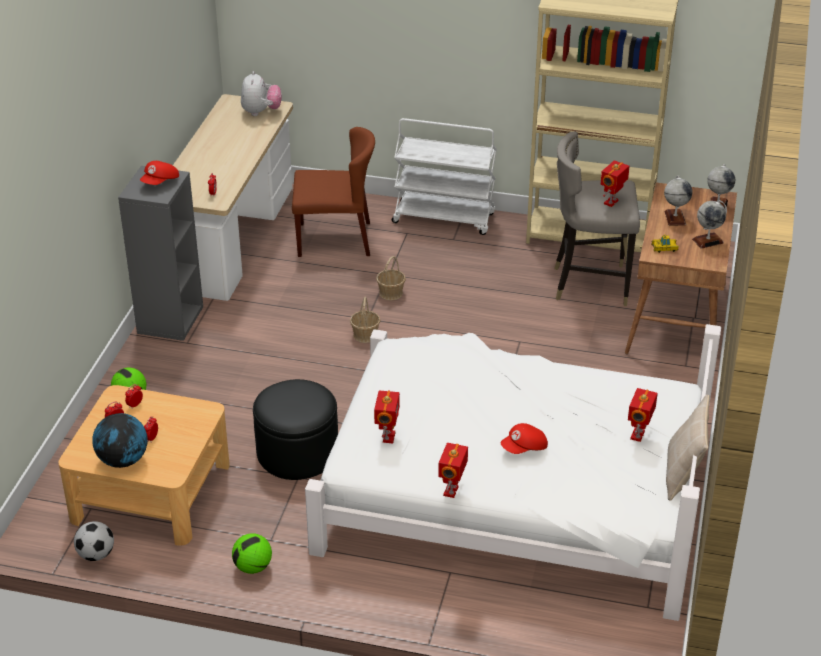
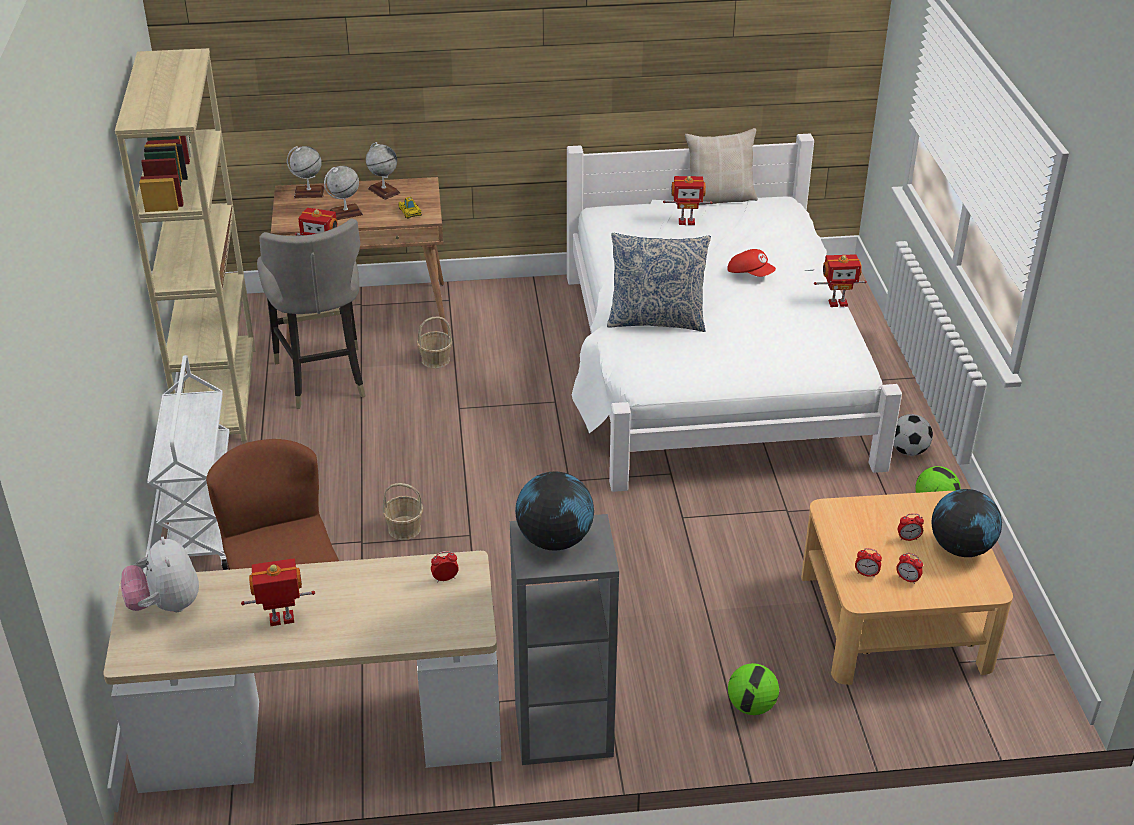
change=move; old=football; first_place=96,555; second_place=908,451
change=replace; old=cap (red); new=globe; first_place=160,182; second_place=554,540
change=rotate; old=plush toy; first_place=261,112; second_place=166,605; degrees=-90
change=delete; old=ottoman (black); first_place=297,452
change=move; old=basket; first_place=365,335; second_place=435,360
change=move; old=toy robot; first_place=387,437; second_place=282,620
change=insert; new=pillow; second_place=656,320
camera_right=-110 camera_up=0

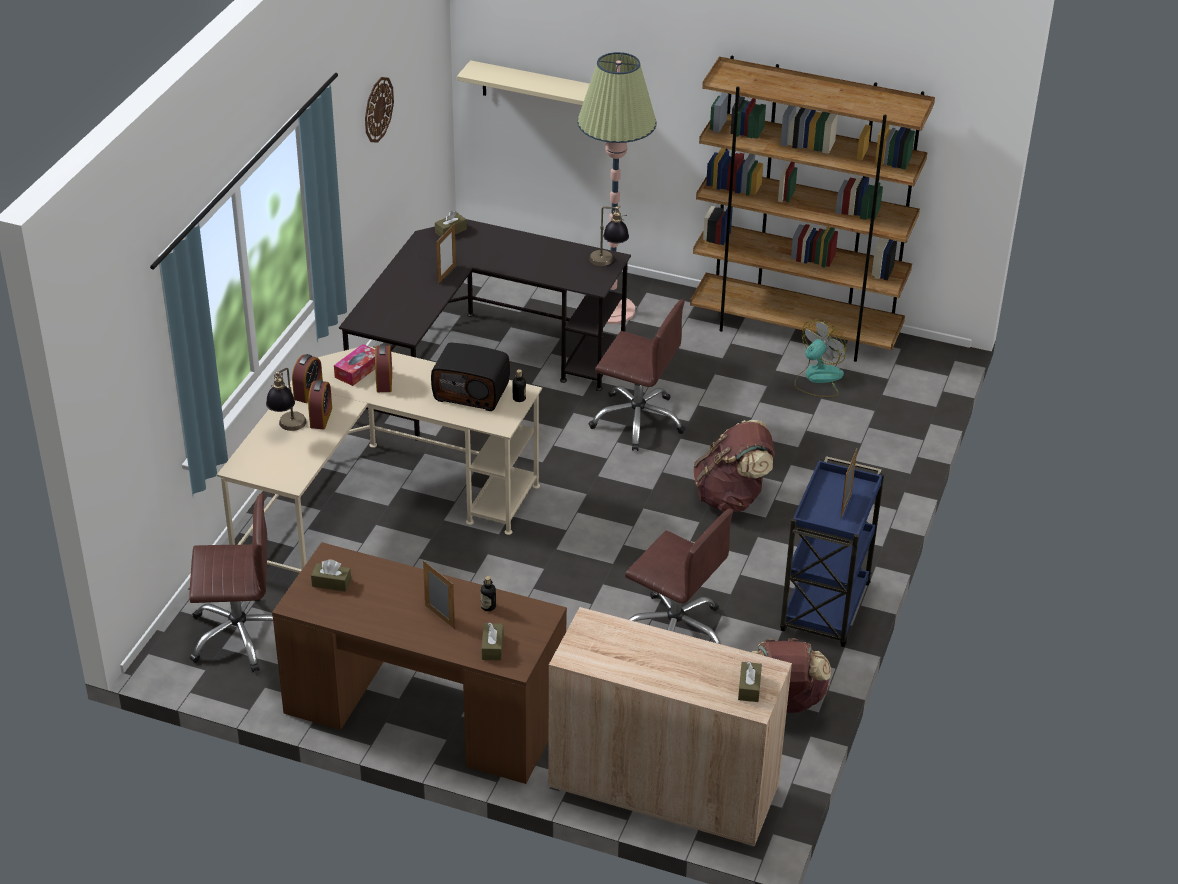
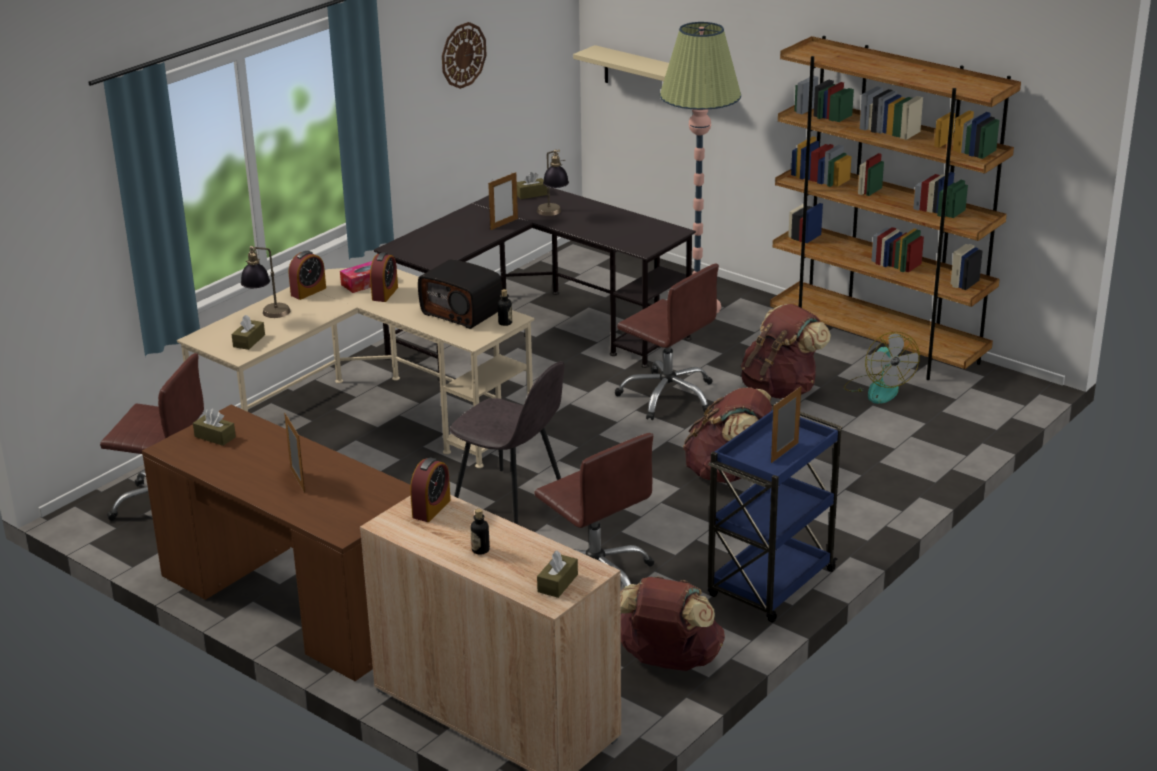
change=move; old=alarm clock; first_place=321,418; second_place=431,508
change=move; old=bottle; first_place=488,606; second_place=480,550
change=move; old=tissue box (brown); first_place=492,647; second_place=249,341
change=move; old=table lamp; first_place=608,263; second_place=552,214
change=rotate; old=fan; first_place=818,379; second_place=878,389; degrees=105
change=insert; new=chair (grey); second_place=511,500
change=insert; new=backpack (brown); second_place=781,389
camera_right=20 camera_up=-10

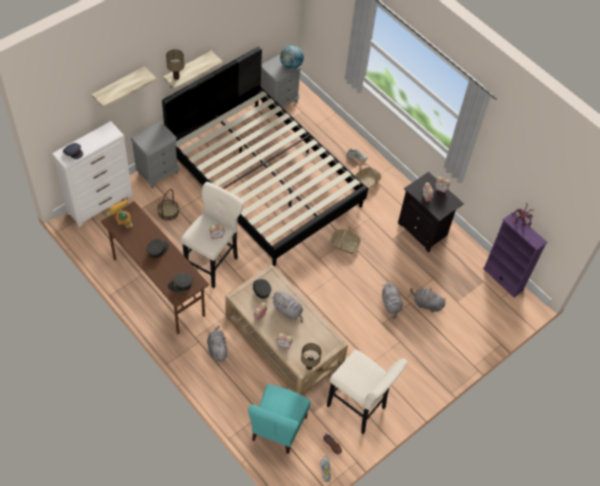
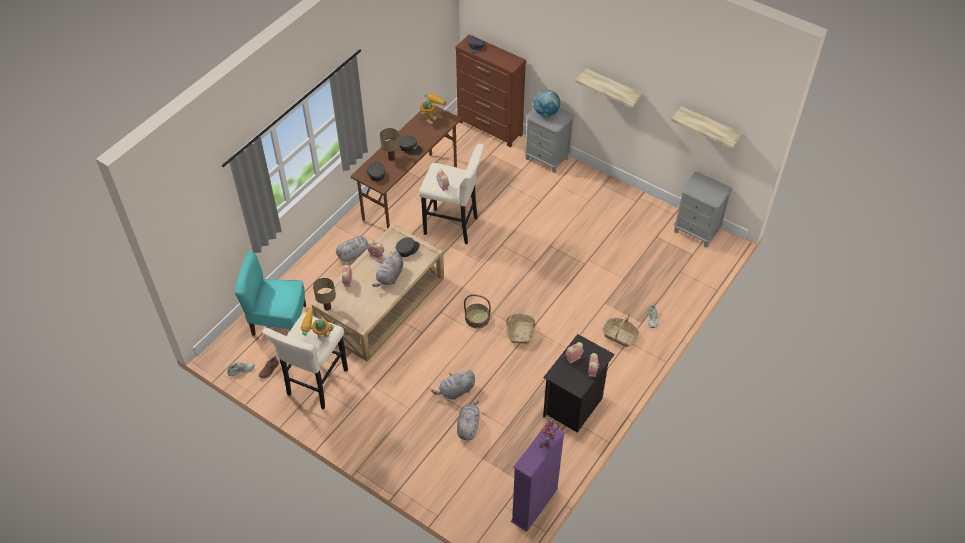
change=recolor; old=dresser (white); new=dresser (brown); first_place=100,204; second_place=490,128
change=move; old=shelf; first_place=119,87; second_place=710,128
change=move; old=basket; first_place=168,212; second_place=477,318
change=delete; old=bed (black); first_place=264,180
change=move; old=table lamp; first_place=176,77; second_place=391,158
change=move; old=globe; first_place=291,65; second_place=546,113
change=insert; new=toy robot; second_place=317,337
camera_right=80 camera_up=-5

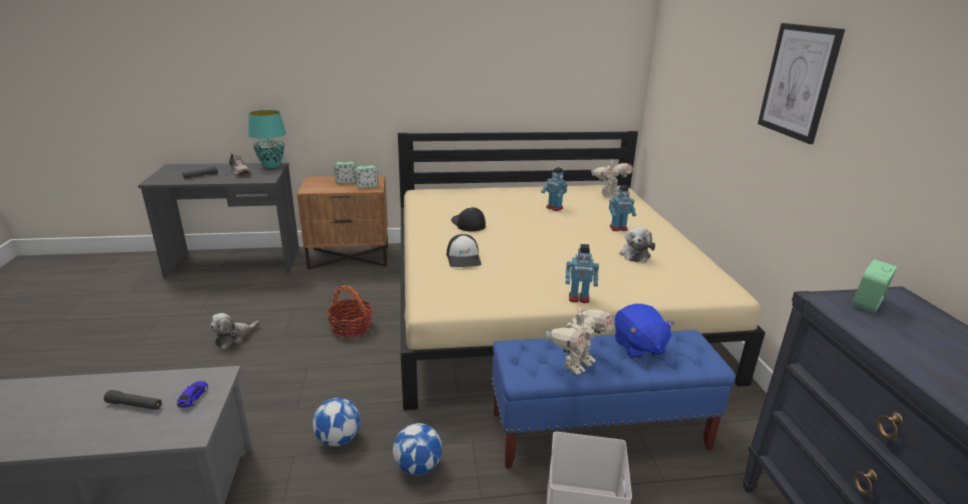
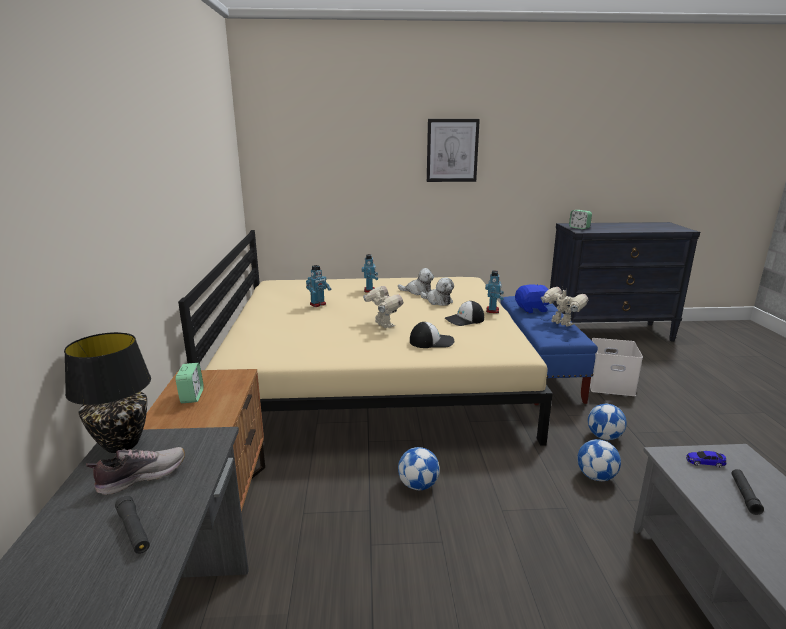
change=move; old=plush toy; first_place=235,338; second_place=437,301
change=recolor; old=table lamp (turquoise); new=table lamp (black); first_place=272,166; second_place=122,444
change=replace; old=basket; new=football; first_place=351,327; second_place=418,485
change=delete; old=alarm clock; first_place=367,186
change=move; old=cap; first_place=468,223; second_place=464,320
change=move; old=toy robot; first_place=609,194; second_place=383,325
camera_right=-85 camera_up=-5

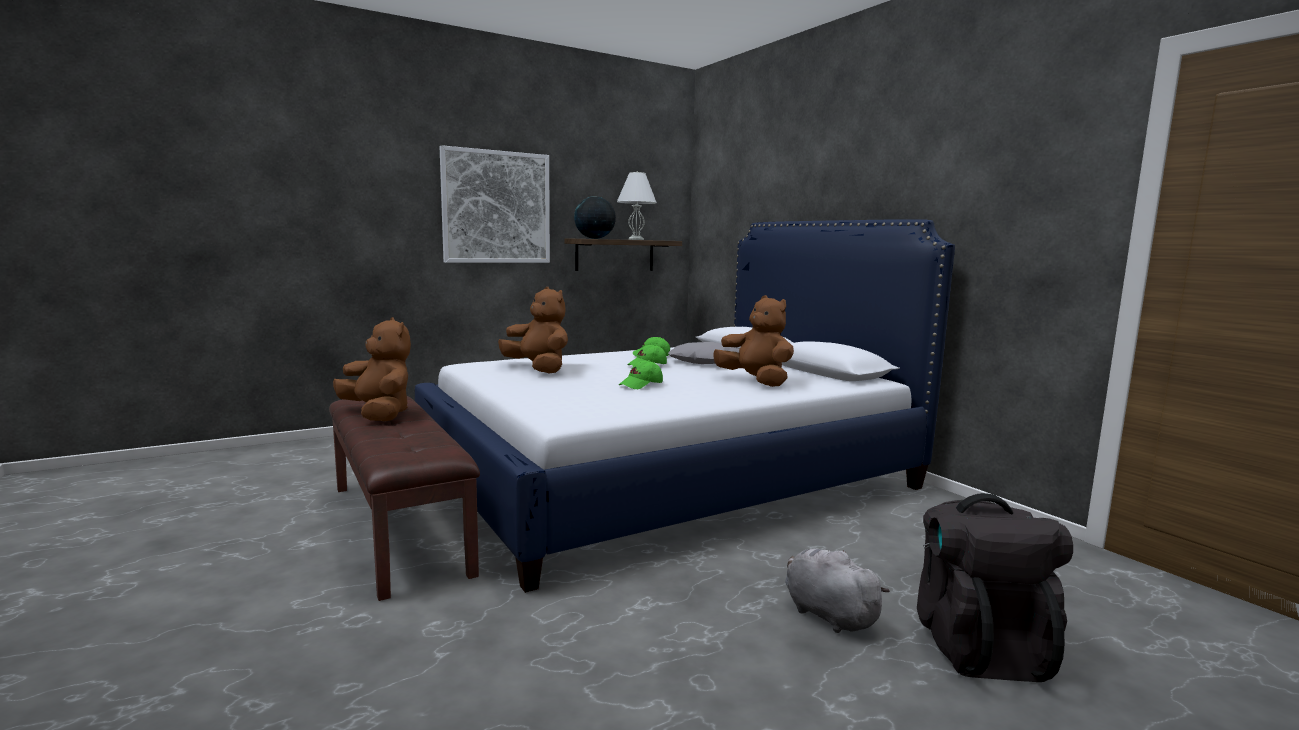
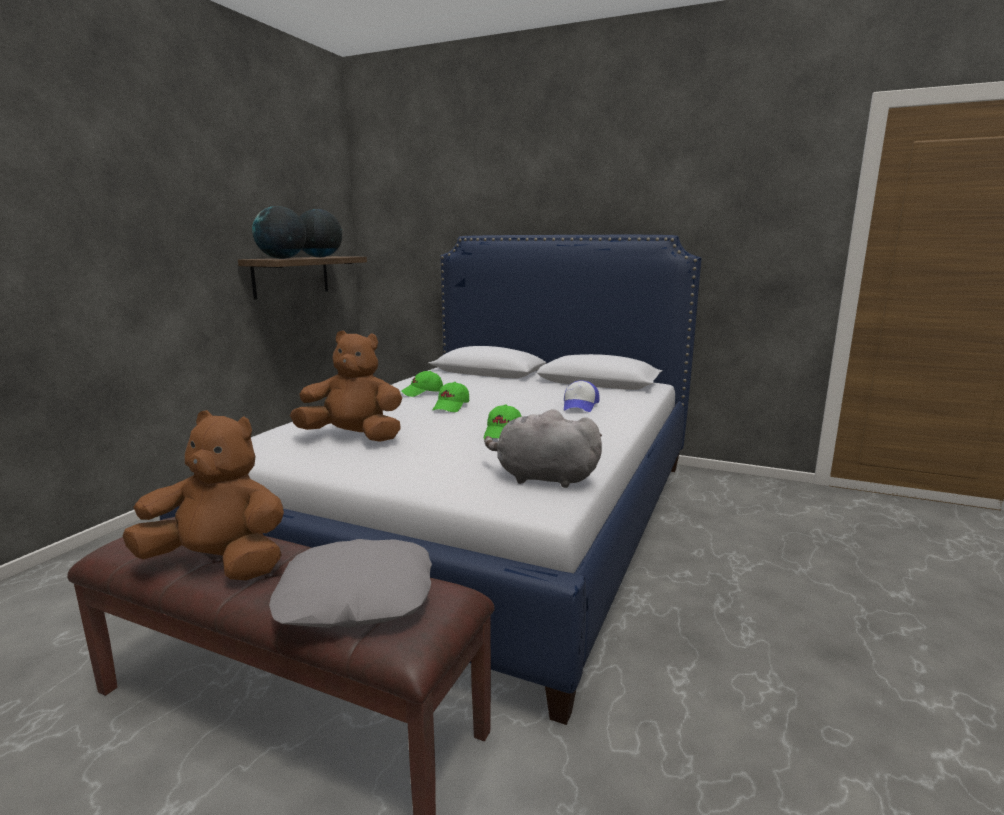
change=delete; old=picture; first_place=496,207
change=replace; old=table lamp (white); new=globe; first_place=635,239; second_place=320,257
change=move; old=pillow (grey); first_place=705,362; second_place=356,598
change=replace; old=plush toy (brown); new=cap; first_place=755,381; second_place=580,406
change=move; old=plush toy (grey); first_place=827,614; second_place=542,478
change=delete; old=backpack (black); first_place=978,645
camera_right=-35 camera_up=5

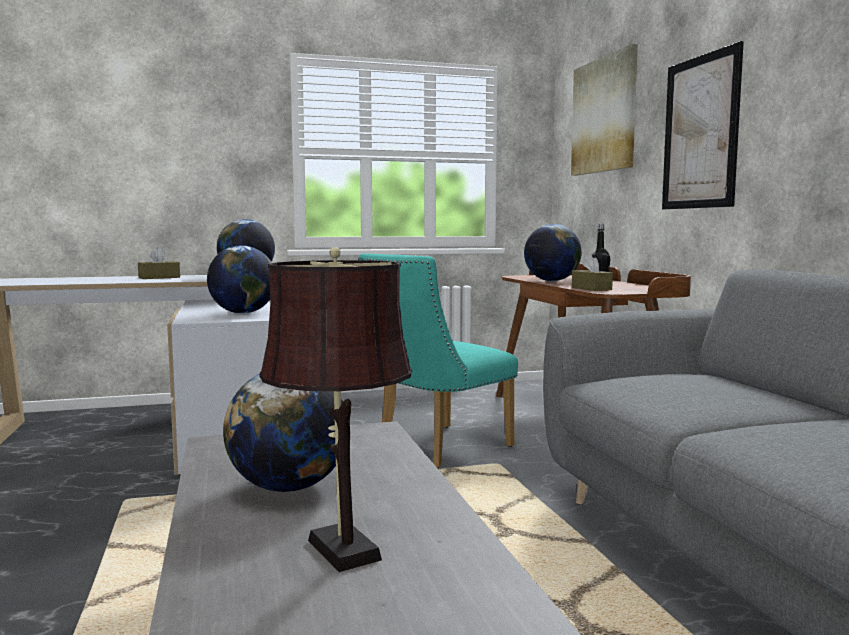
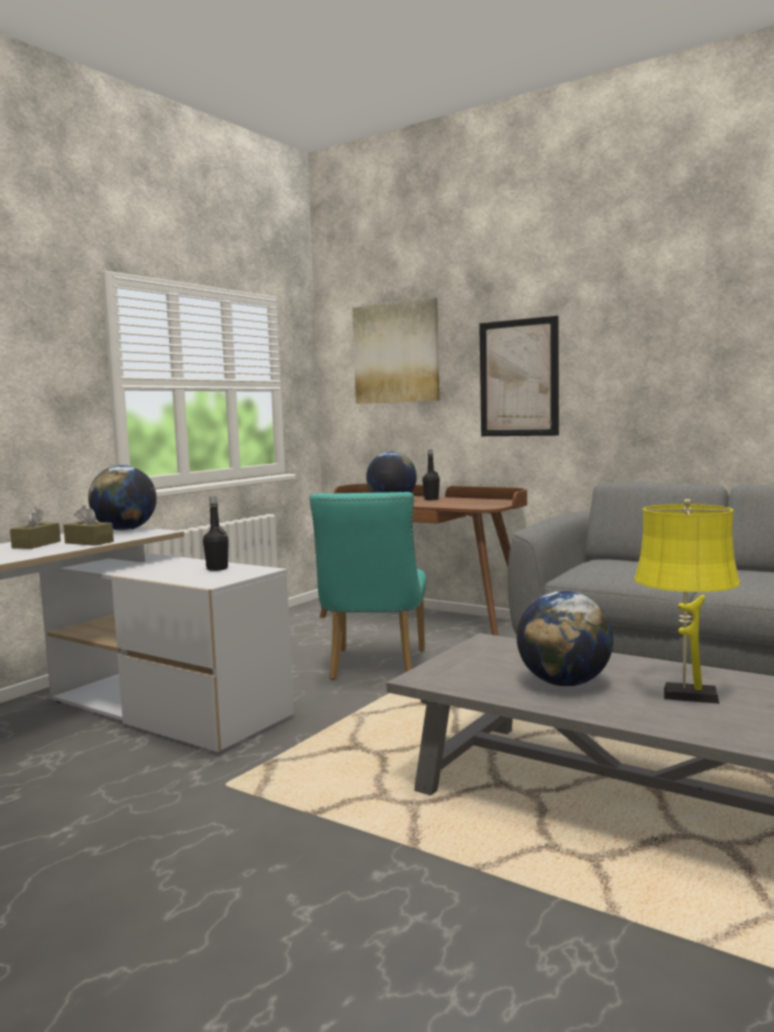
change=replace; old=globe; new=bottle (black); first_place=243,313; second_place=217,569
change=recolor; old=table lamp (brown); new=table lamp (yellow); first_place=340,546; second_place=684,695
change=move; old=tissue box (brown); first_place=591,288; second_place=89,542
camera_right=-40 camera_up=0

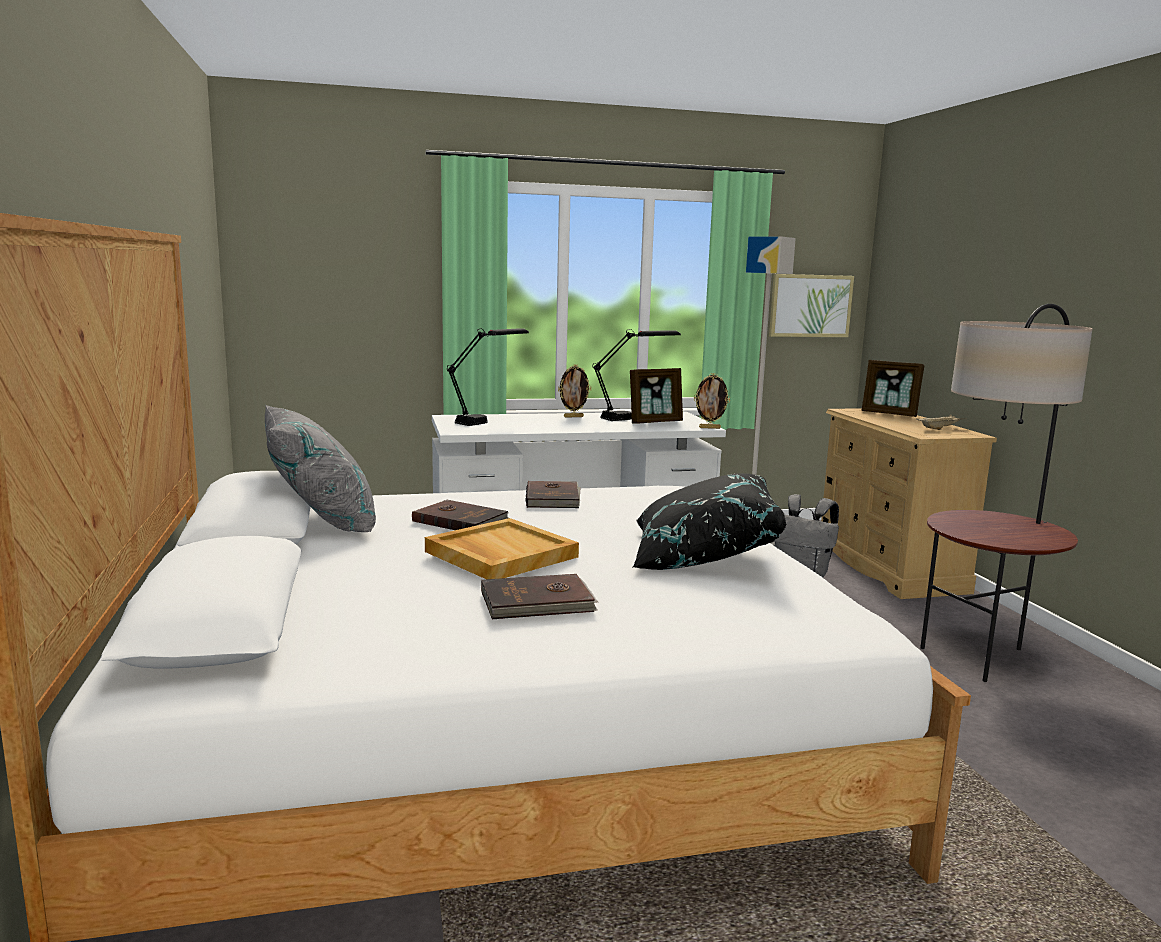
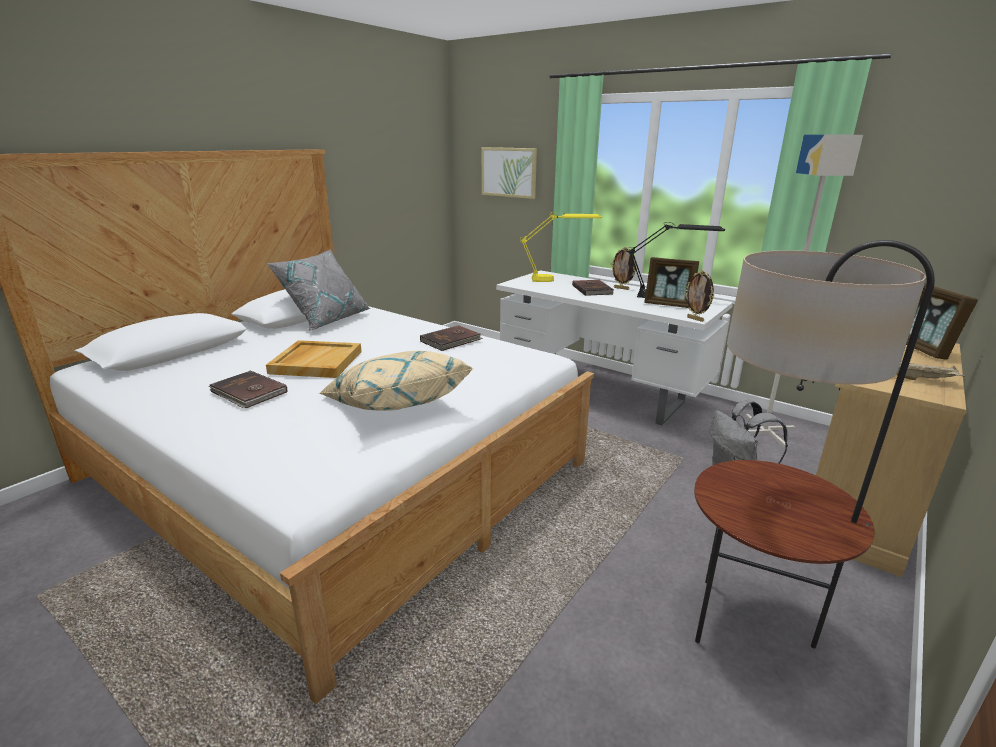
change=move; old=book (brown); first_place=460,520; second_place=592,289
change=recolor; old=table lamp (black); new=table lamp (yellow); first_place=488,420; second_place=557,280
change=recolor; old=pillow (black); new=pillow (beige); first_place=701,556; second_place=395,405
change=move; old=picture; first_place=810,305; second_place=509,172
camera_right=50 camera_up=10

